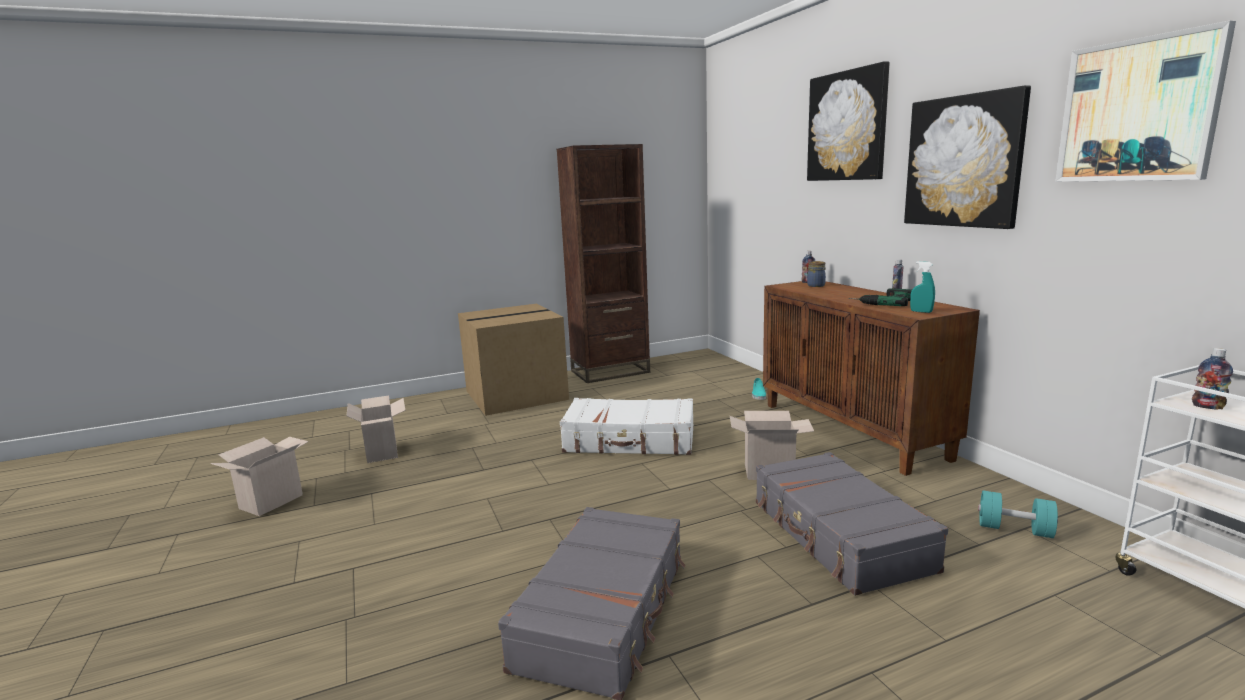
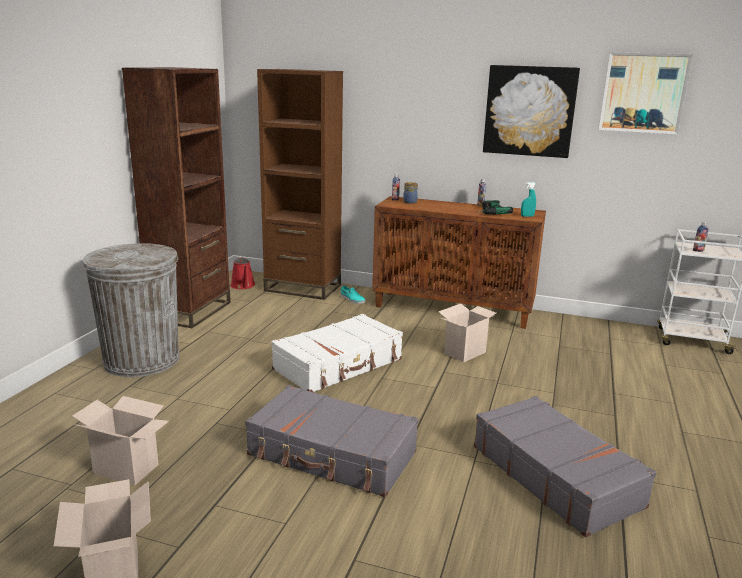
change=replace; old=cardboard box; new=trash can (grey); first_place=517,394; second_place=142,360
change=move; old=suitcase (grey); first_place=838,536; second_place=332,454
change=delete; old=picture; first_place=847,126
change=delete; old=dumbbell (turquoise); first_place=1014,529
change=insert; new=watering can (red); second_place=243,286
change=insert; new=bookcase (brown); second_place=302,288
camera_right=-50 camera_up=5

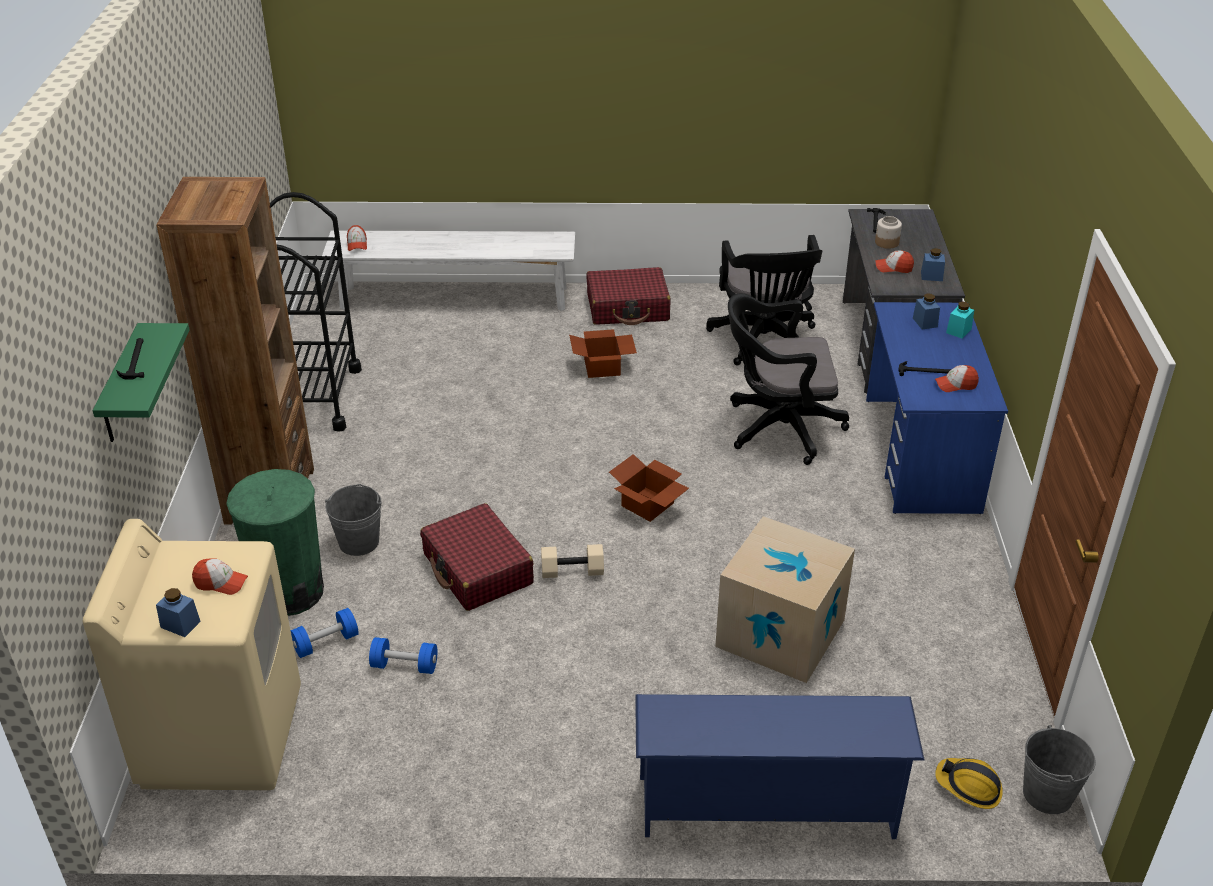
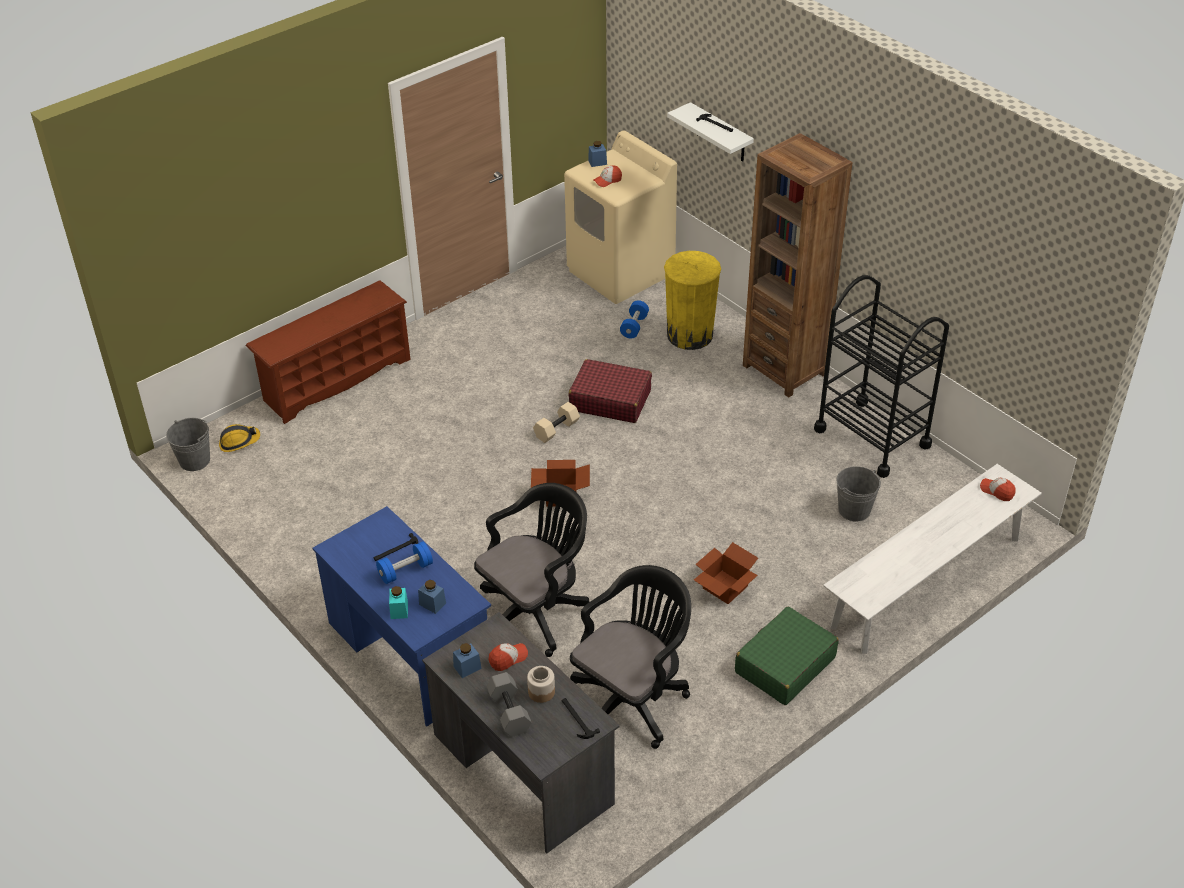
change=recolor; old=shelf (green); new=shelf (white); first_place=121,386; second_place=720,133
change=recolor; old=trash can (green); new=trash can (yellow); first_place=289,592; second_place=690,335
change=move; old=bucket (grey); first_place=359,542; second_place=854,510
change=move; old=dumbbell (blue); first_place=404,666; second_place=405,571
change=recolor; old=suitcase (red); new=suitcase (green); first_place=628,308; second_place=784,665
change=recolor; old=shoe rack (blue); new=shoe rack (brown); first_place=766,809; second_place=336,379
change=rotate; old=office chair (black); first_place=764,342; second_place=632,699; degrees=90
change=delete; old=cardboard box; first_place=780,633
change=delete; old=cap; first_place=955,385
change=insert; new=dumbbell (grey); second_place=508,712
camera_right=140 camera_up=5

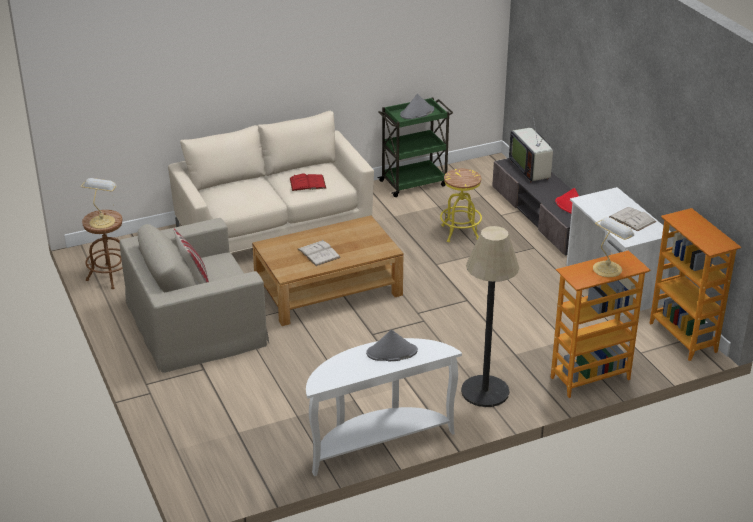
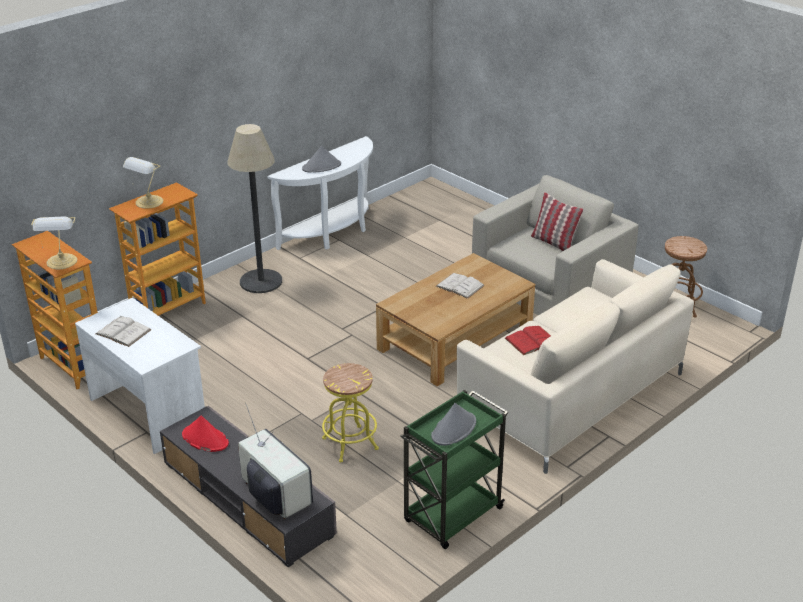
change=move; old=table lamp; first_place=102,221; second_place=61,262
camera_right=160 camera_up=0

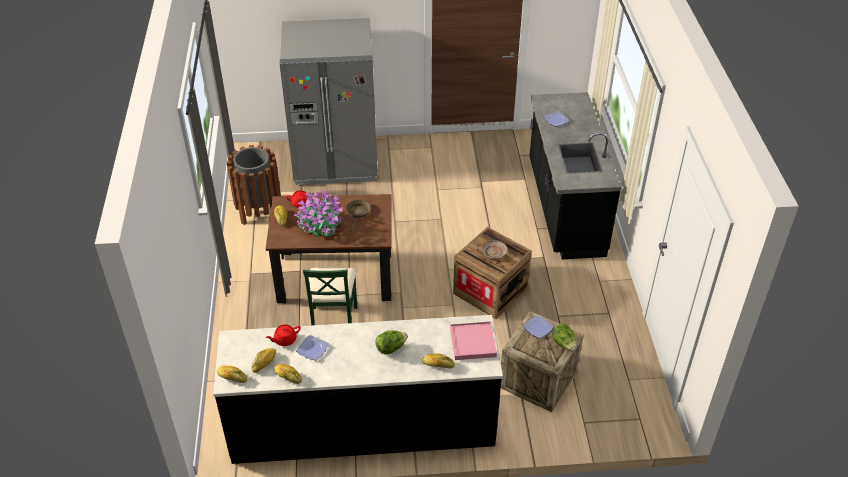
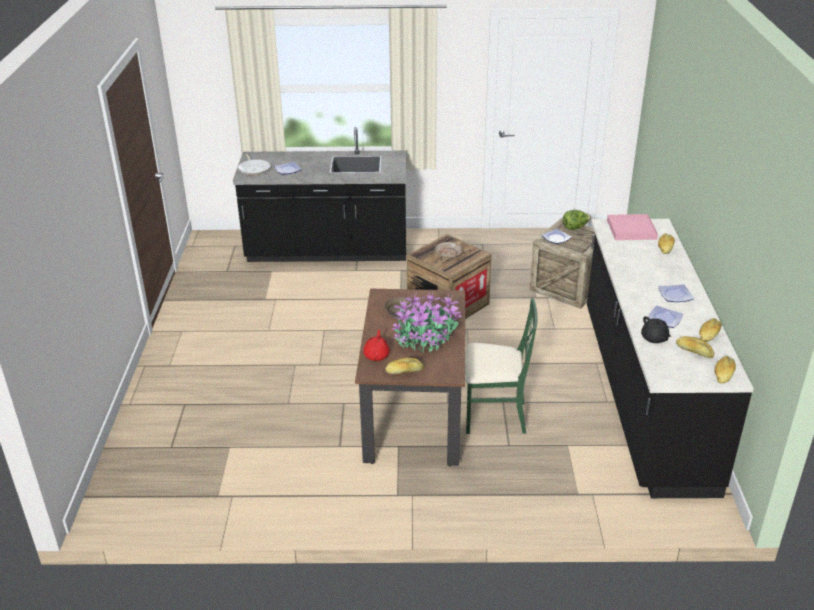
change=delete; old=trash can (brown); first_place=259,211
change=recolor; old=teapot (red); new=teapot (black); first_place=284,340; second_place=654,338
change=delete; old=fridge (grey); first_place=335,162
change=delete; old=lettuce; first_place=391,348
change=insert; new=frying pan; second_place=254,169
change=insert; new=plate; second_place=675,296
camera_right=-85 camera_up=-10

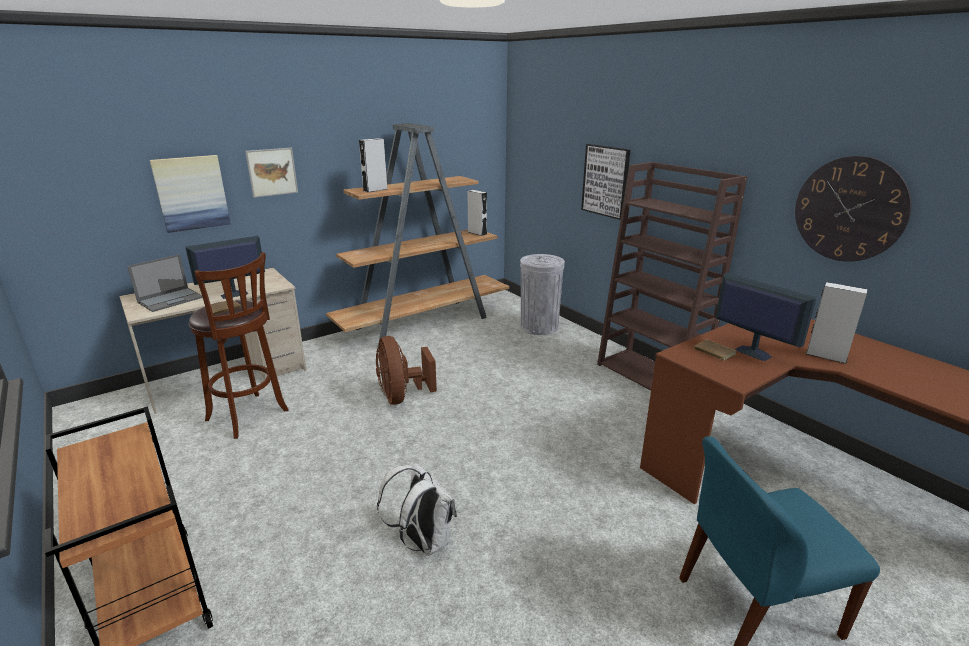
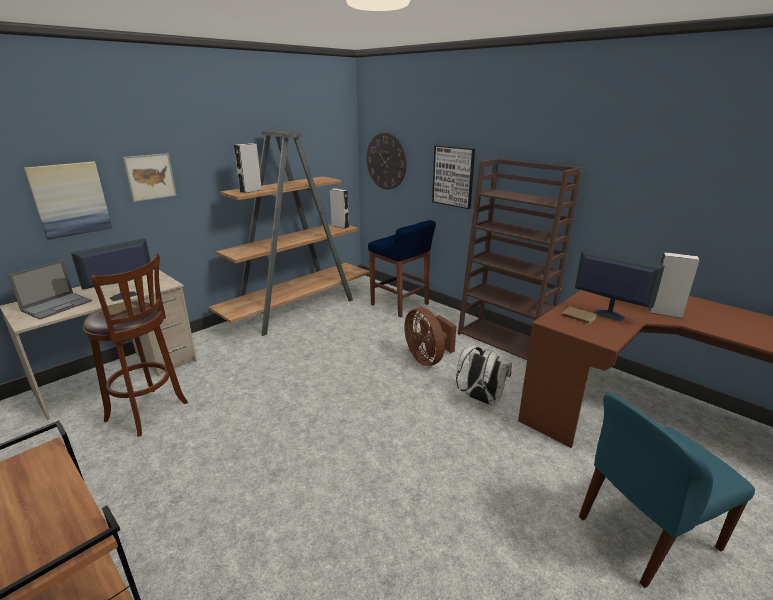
change=move; old=fan (brown); first_place=401,396; second_place=427,359
change=move; old=backpack (white); first_place=423,541; second_place=480,399
change=replace; old=trash can (grey); new=stool (blue); first_place=539,327; second_place=400,305
change=move; old=wall clock; first_place=849,209; second_place=386,161
camera_right=-10 camera_up=0

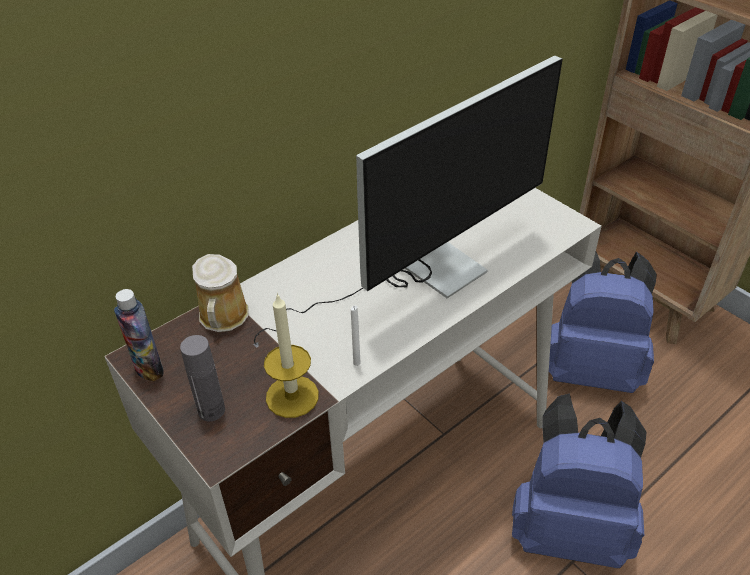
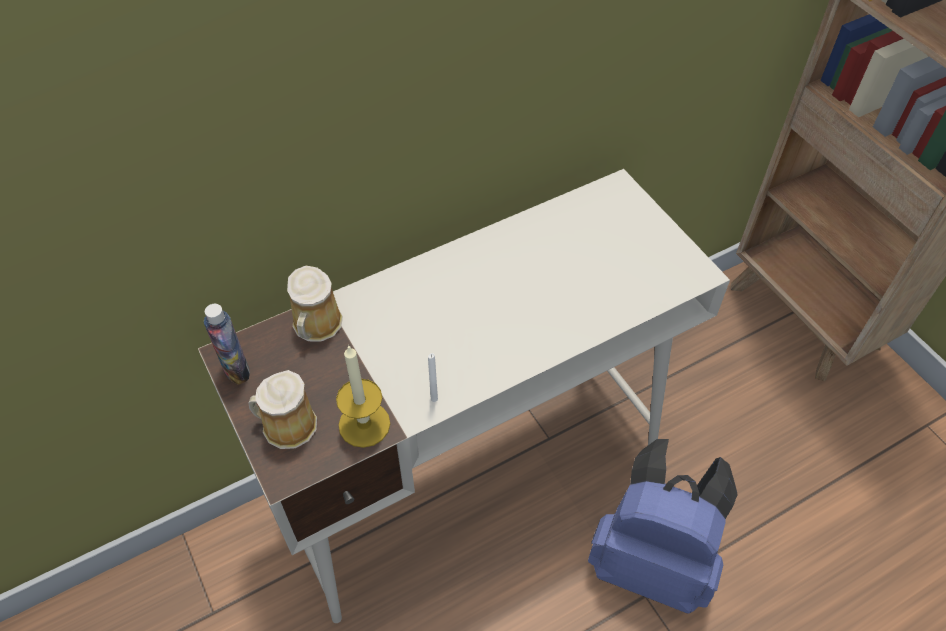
change=replace; old=bottle (grey); new=mug; first_place=211,410; second_place=286,425
change=delete; old=monitor; first_place=418,275
change=delete; old=backpack (blue); first_place=591,369
camera_right=10 camera_up=10

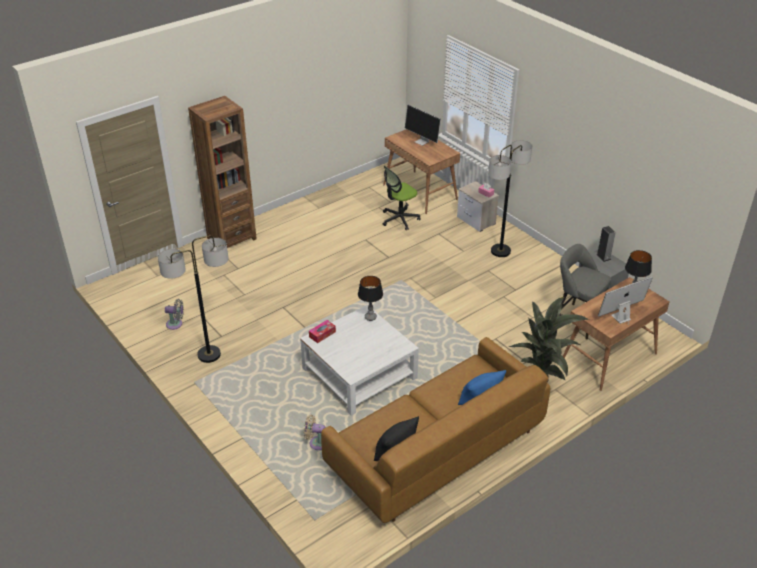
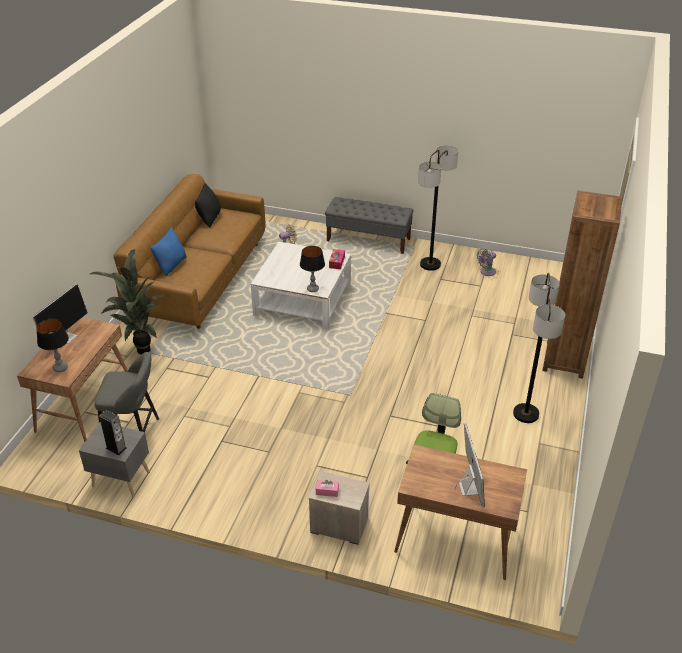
change=rotate; old=monitor; first_place=422,142; second_place=469,487; degrees=75
change=move; old=floor lamp; first_place=500,251; second_place=525,414
change=insert; new=bench (grey); second_place=368,240
camera_right=145 camera_up=0

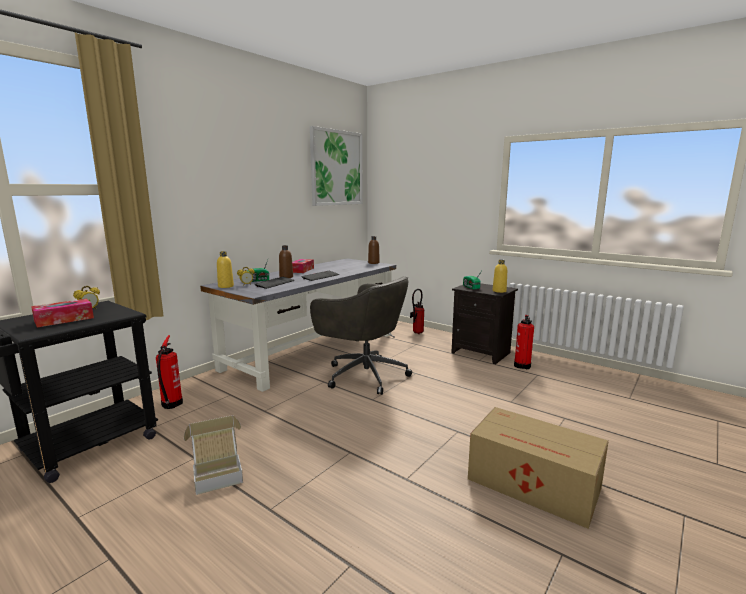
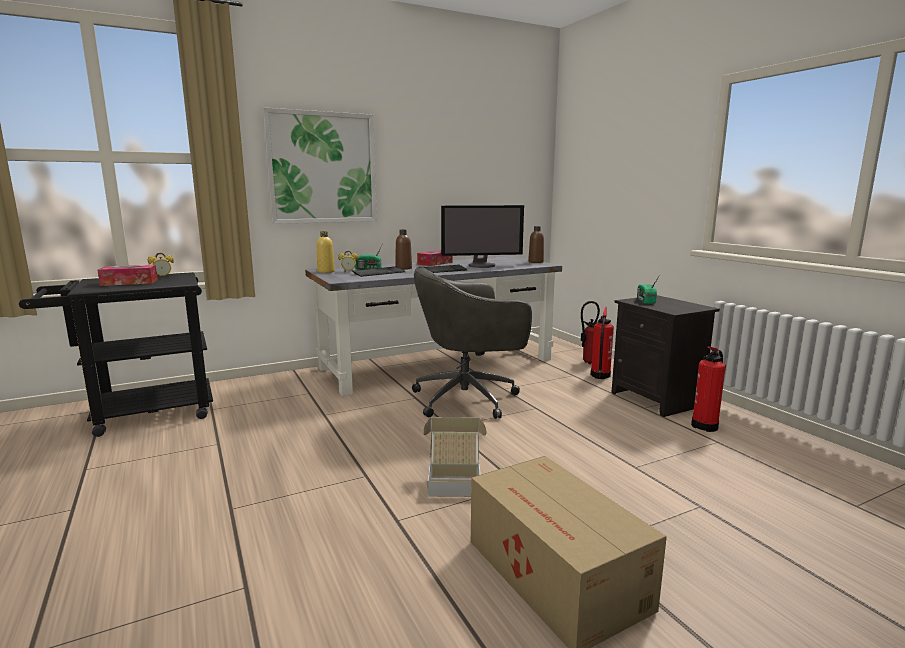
change=move; old=fire extinguisher; first_place=171,405; second_place=599,376
change=move; old=cardboard box; first_place=217,473; second_place=454,480
change=move; old=picture; first_place=336,168; second_place=322,168
change=rotate; old=office chair (grey); first_place=364,375; second_place=468,399; degrees=105
change=delete; old=bottle (yellow); first_place=499,291
change=insert; new=monitor; second_place=482,265
camera_right=25 camera_up=0

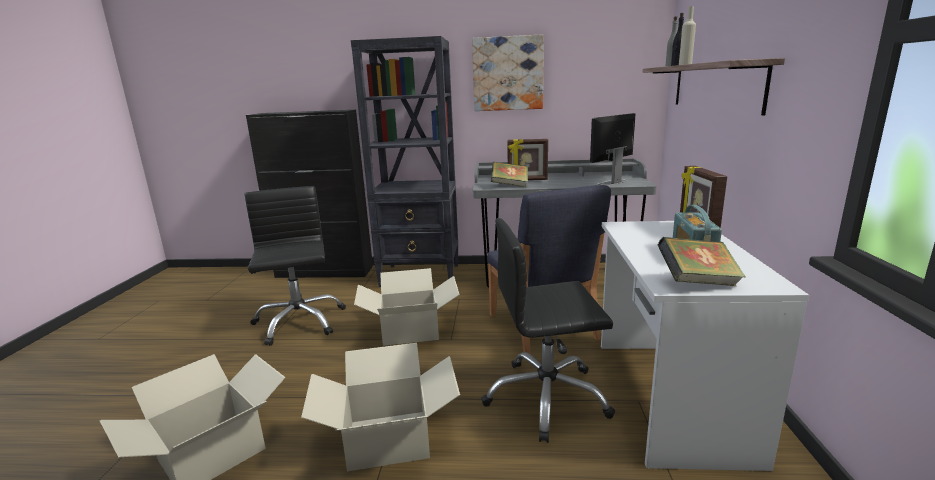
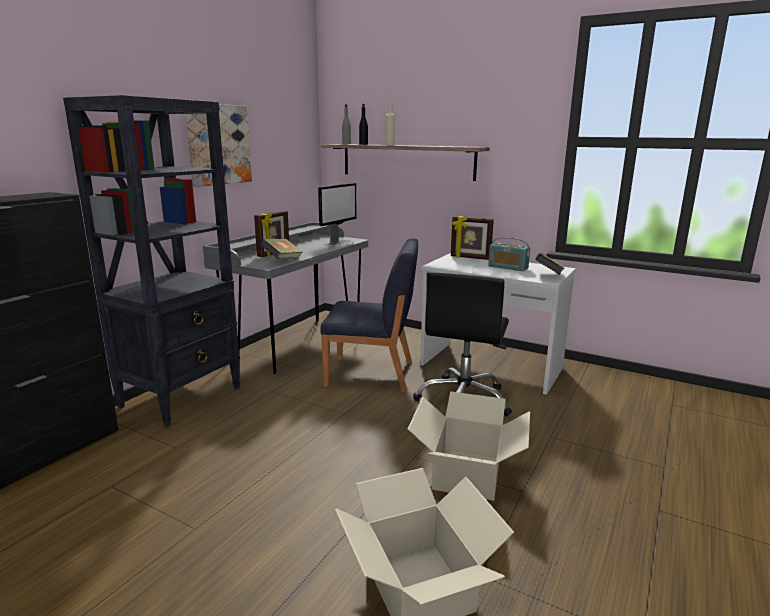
change=delete; old=office chair (black); first_place=299,322
change=delete; old=cardboard box; first_place=410,331
change=rotate; old=monitor; first_place=612,182; second_place=337,243; degrees=-135
camera_right=-65 camera_up=0

